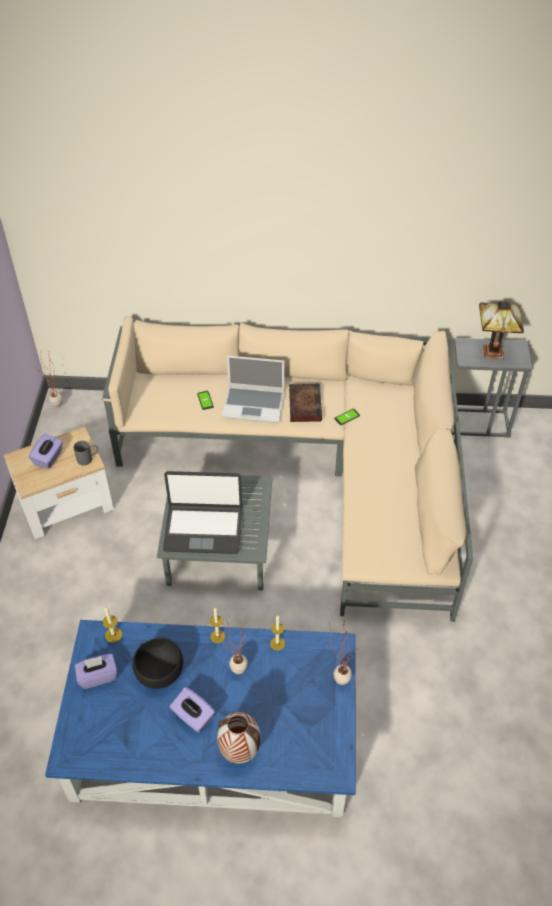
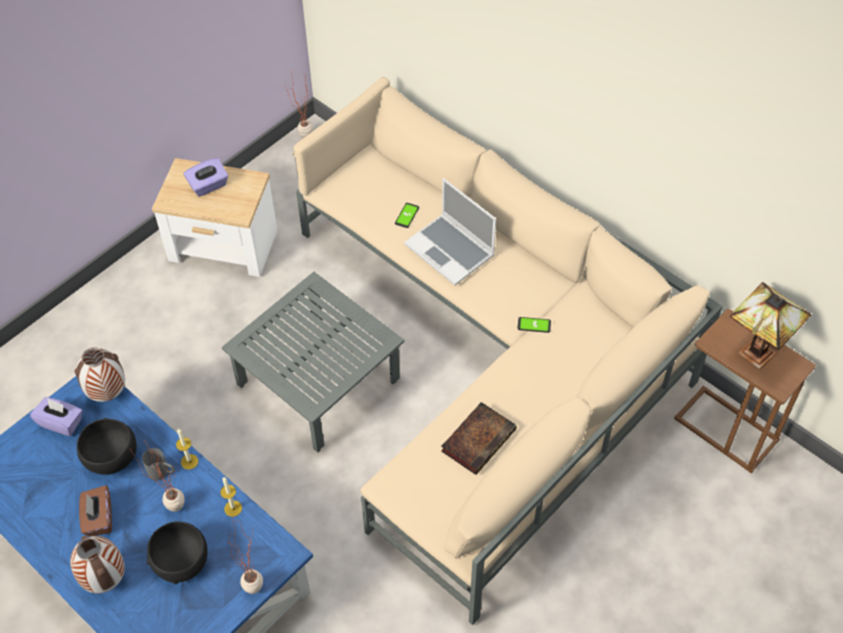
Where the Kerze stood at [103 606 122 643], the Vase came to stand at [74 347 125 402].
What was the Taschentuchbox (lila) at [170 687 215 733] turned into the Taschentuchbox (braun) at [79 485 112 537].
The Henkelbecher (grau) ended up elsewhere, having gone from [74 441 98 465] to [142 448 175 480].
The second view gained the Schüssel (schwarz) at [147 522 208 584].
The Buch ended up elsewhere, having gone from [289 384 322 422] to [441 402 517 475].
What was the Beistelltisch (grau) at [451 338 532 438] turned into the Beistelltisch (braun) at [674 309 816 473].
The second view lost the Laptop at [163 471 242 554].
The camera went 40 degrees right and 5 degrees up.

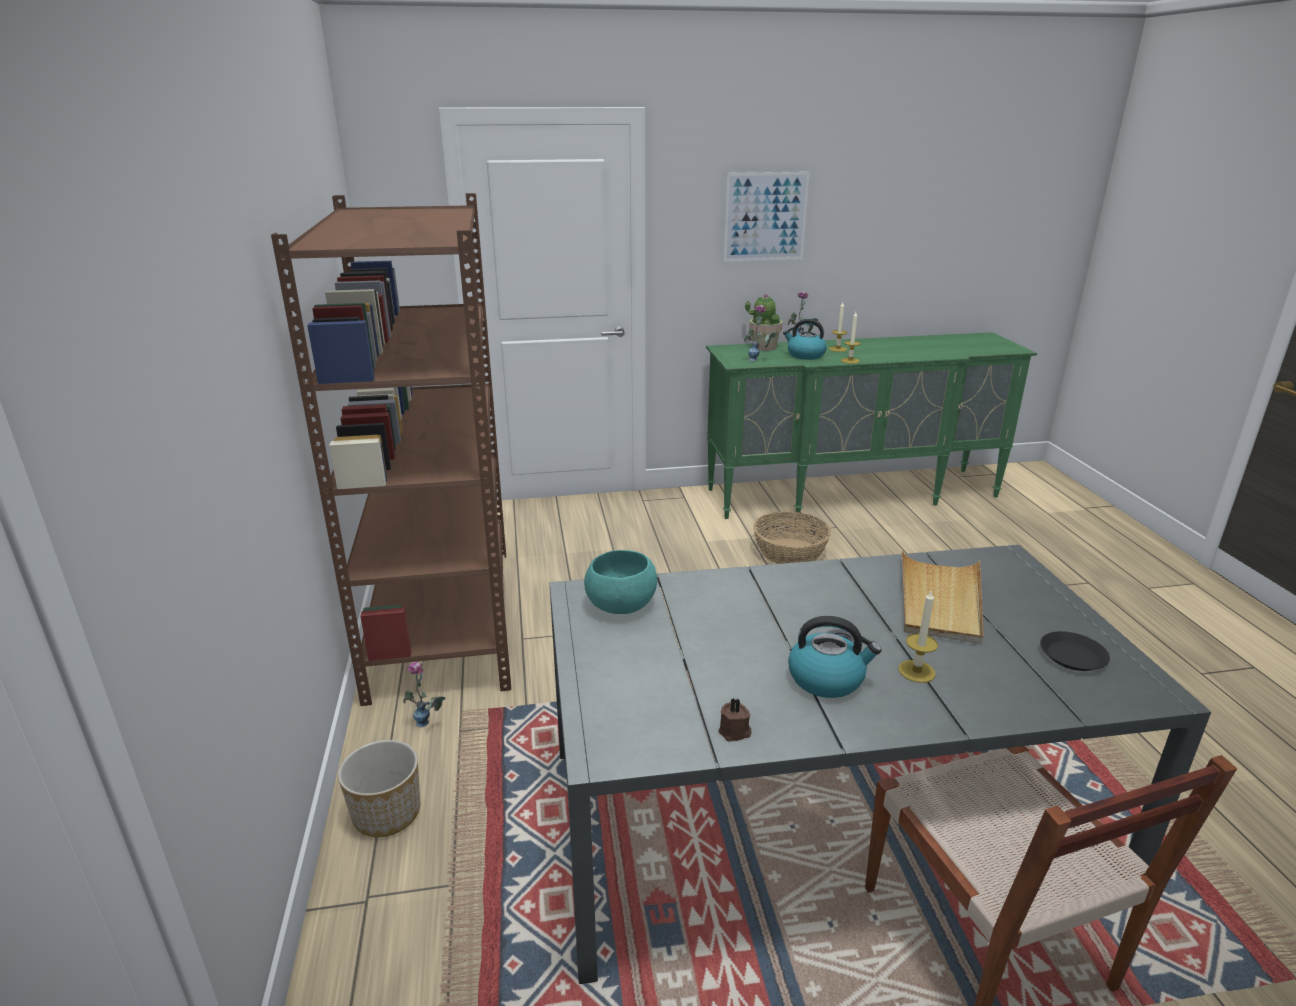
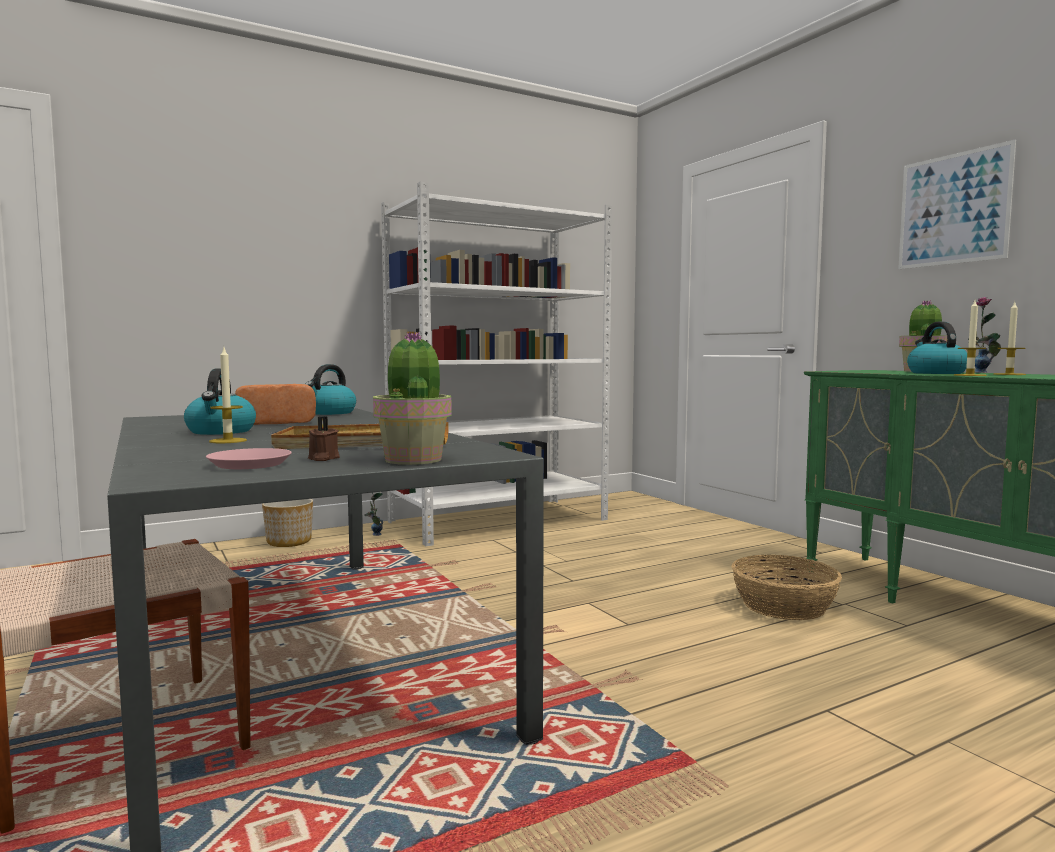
What was the Teller (schwarz) at [1040 631 1110 671] turned into the Teller (rosa) at [206 448 292 469].
The second view gained the Brot at [235 384 316 425].
Where the Schüssel (türkis) stood at [584 550 657 614], the Wasserkessel came to stand at [305 364 356 415].
The Kerze (braun) ended up elsewhere, having gone from [719 698 751 742] to [308 417 340 461].
The second view gained the Topfpflanze at [373 332 452 465].
What was the Bücherregal (braun) at [271 193 511 706] turned into the Bücherregal (weiß) at [381 181 612 546].
The second view lost the Vase at [744 305 777 361].
The camera went 70 degrees right and 20 degrees down.

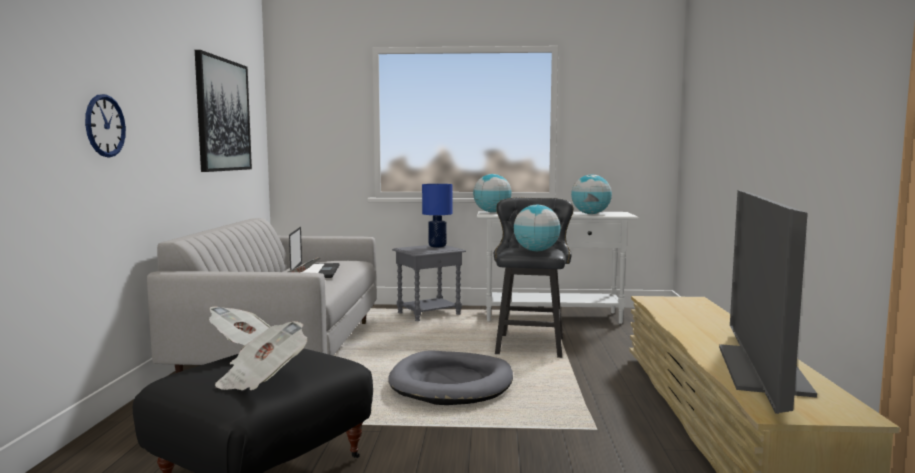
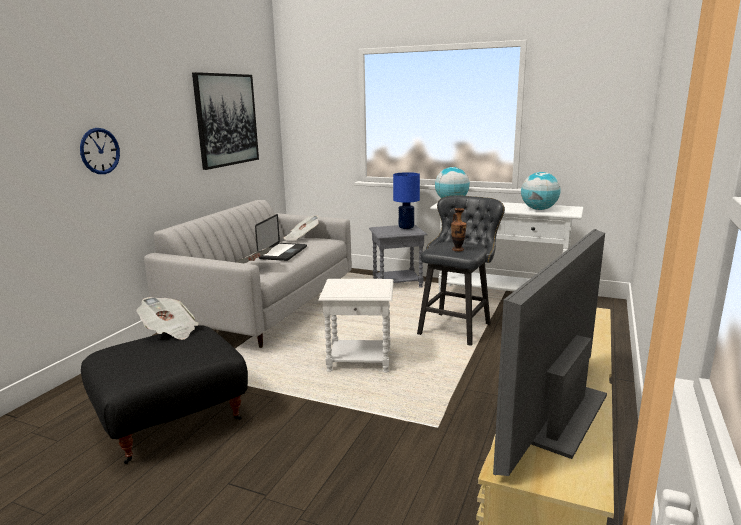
The Zeitung ended up elsewhere, having gone from [215 321 307 390] to [284 215 319 240].
Where the Hundebett (grau) stood at [388 350 513 405], the Beistelltisch (weiß) came to stand at [318 279 394 373].
Where the Globus stood at [514 205 561 251], the Vase came to stand at [451 208 467 251].
The camera went 20 degrees right and 10 degrees up.

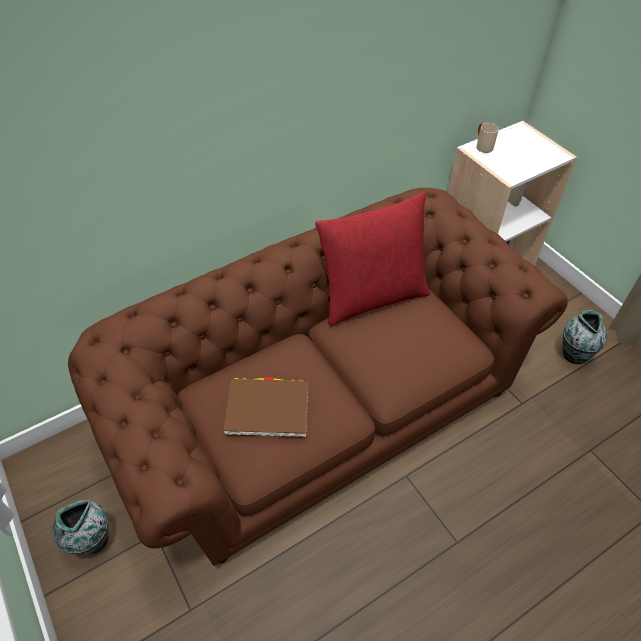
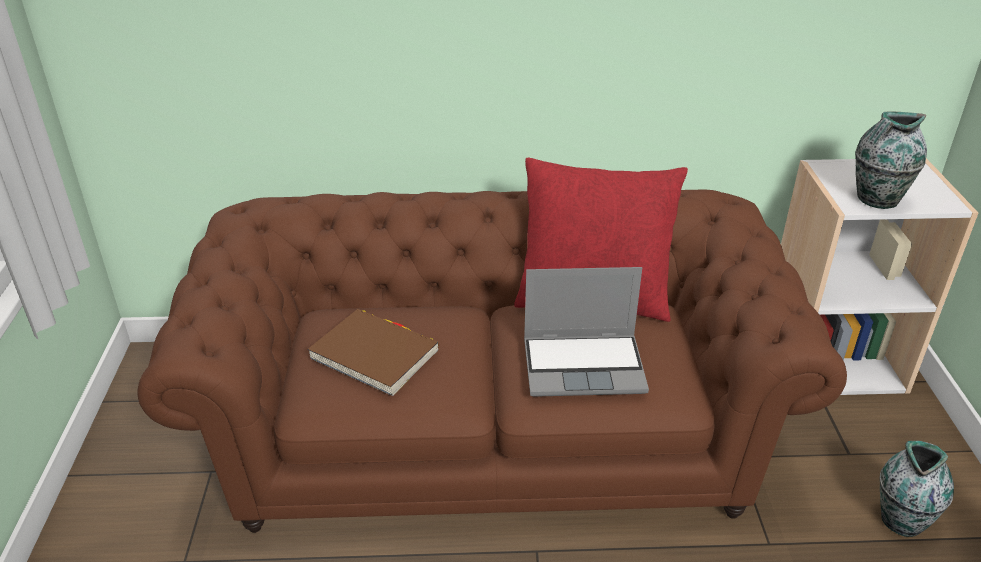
The second view gained the Laptop at [524 267 649 397].
The Vase ended up elsewhere, having gone from [53 500 108 555] to [856 112 927 209].
The second view lost the Henkelbecher (beige) at [477 123 499 153].
The camera went 30 degrees right and 15 degrees down.

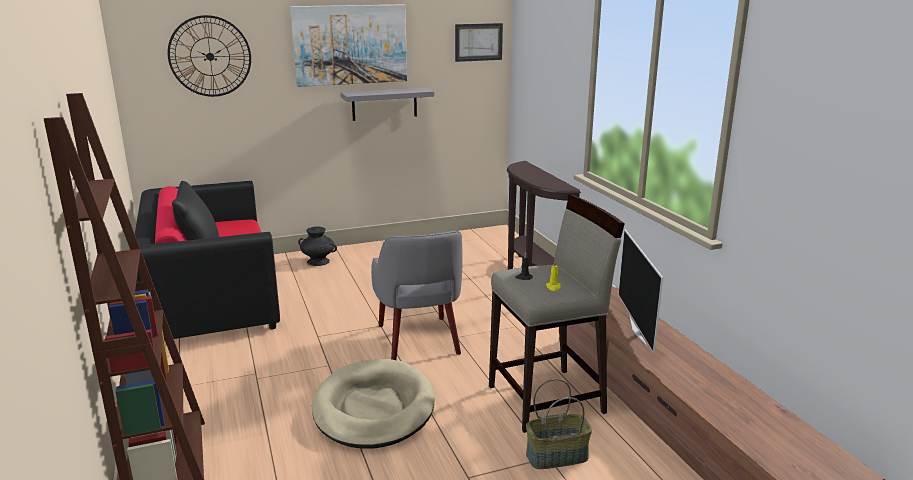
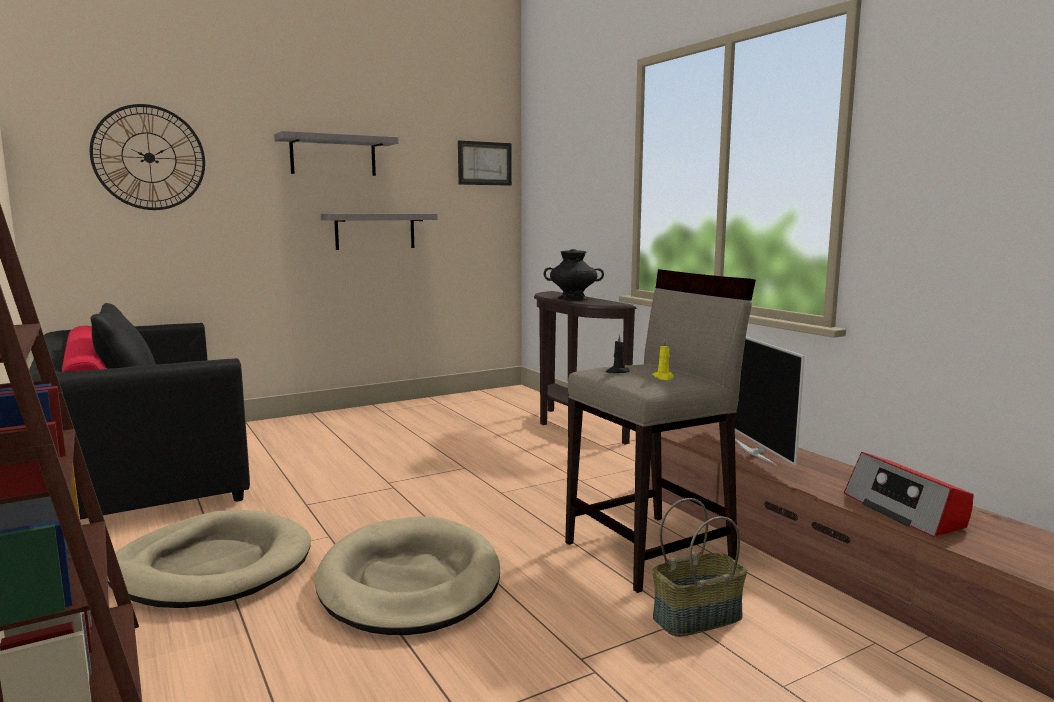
The second view gained the Hundebett (beige) at [108 510 311 608].
Where the Bild hung at [290 5 407 87], the Wandregal (grau) came to hang at [274 131 399 176].
The Vase (schwarz) ended up elsewhere, having gone from [298 226 337 266] to [544 249 604 300].
The second view gained the Radio at [844 452 974 537].
The second view lost the Sessel (grau) at [371 231 462 360].
The camera went 10 degrees left and 10 degrees down.

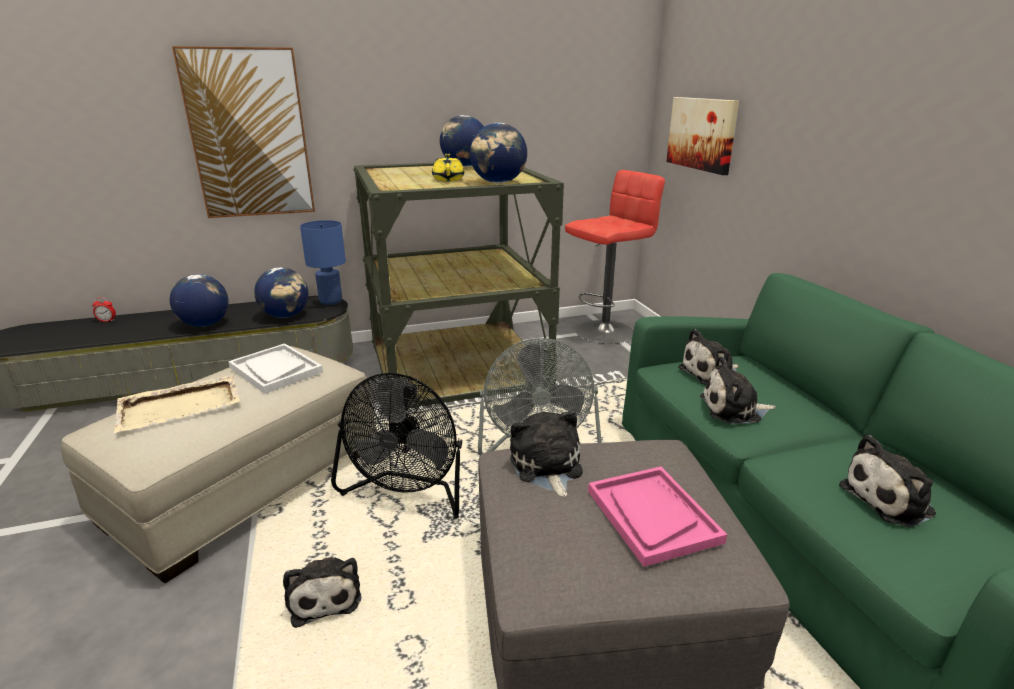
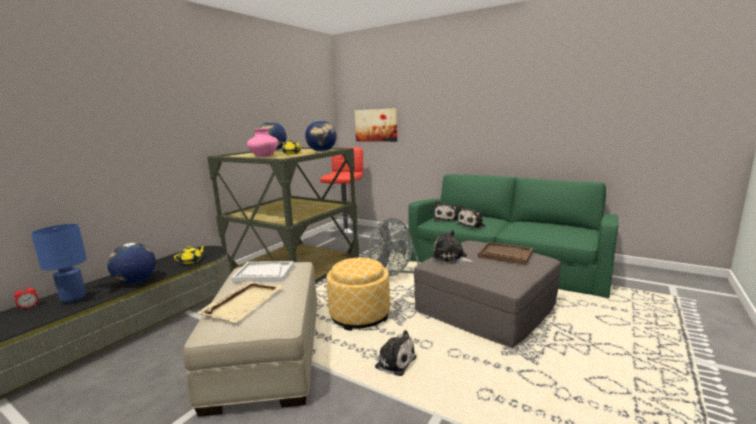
The Tischlampe (blau) ended up elsewhere, having gone from [300 220 346 305] to [31 224 87 303].
Where the Globus stood at [254 267 308 318], the Teekanne (gelb) came to stand at [174 244 206 264].
The second view gained the Vase (rosa) at [247 128 278 157].
Where the Ventilator (schwarz) stood at [331 373 462 519], the Polsterhocker came to stand at [326 258 390 331].
What was the Tablett (rosa) at [588 467 727 567] turned into the Tablett (braun) at [478 242 533 265].
The second view lost the Bild at [172 46 315 218].
The second view lost the Plüschtier at [839 435 936 527].
The camera went 40 degrees left and 10 degrees down.

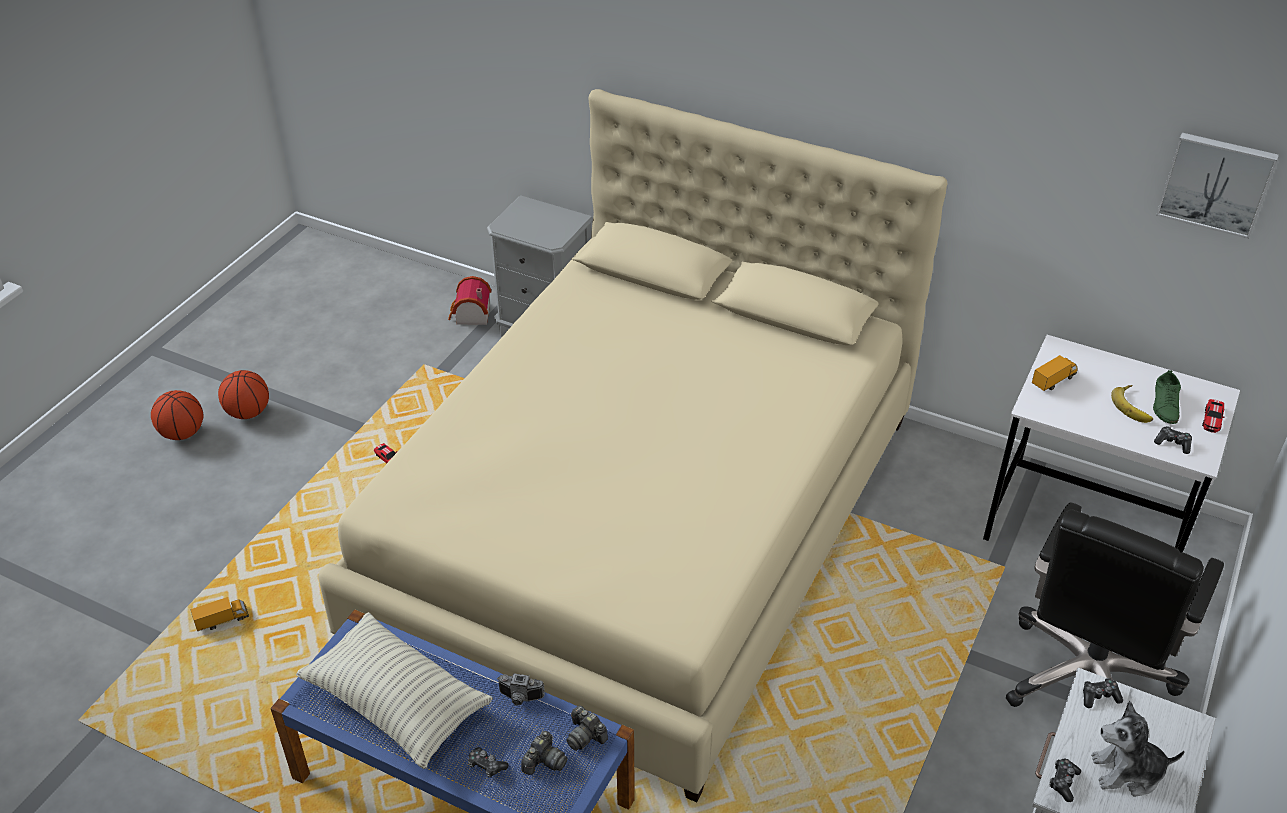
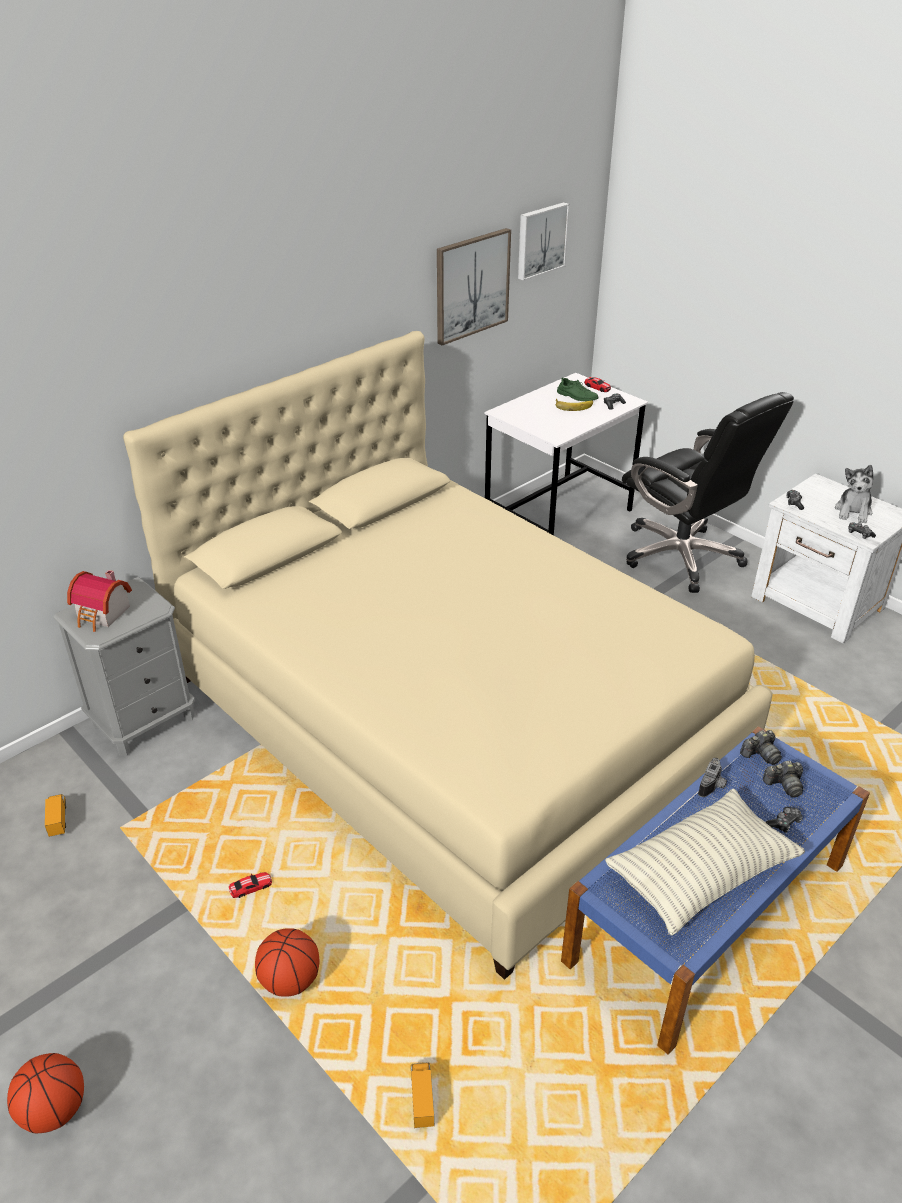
The Spielzeuglaster ended up elsewhere, having gone from [1032 355 1078 391] to [45 794 66 837].
The Spielzeughaus ended up elsewhere, having gone from [448 276 491 325] to [67 570 132 632].
The Basketball ended up elsewhere, having gone from [218 370 269 419] to [255 928 319 997].
The second view gained the Bild at [437 228 511 345].
The Kamera at [521 731 567 775] ended up facing another way, 120 degrees clockwise from before.
The camera went 70 degrees left and 5 degrees down.

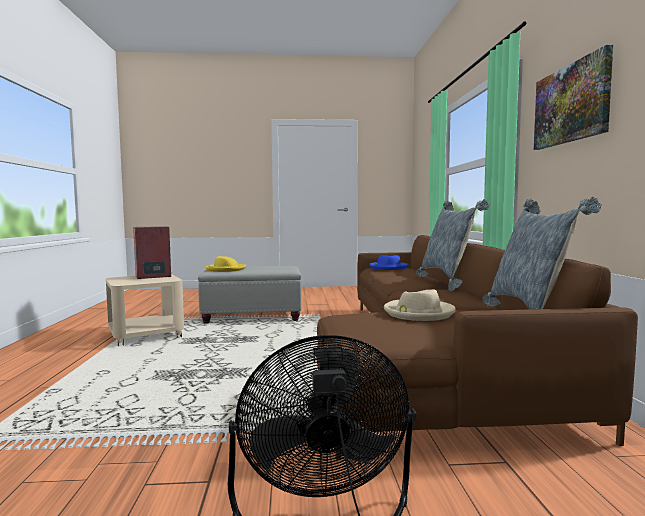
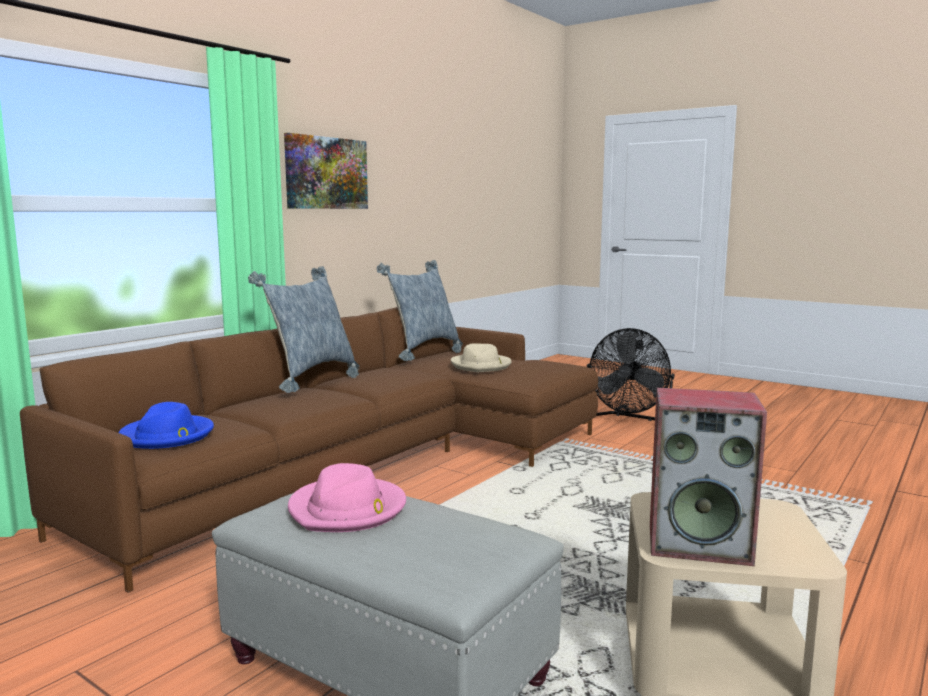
The second view gained the Hut (rosa) at [288 463 406 532].
The second view lost the Hut (gelb) at [206 256 246 272].
The camera went 140 degrees left and 5 degrees up.

